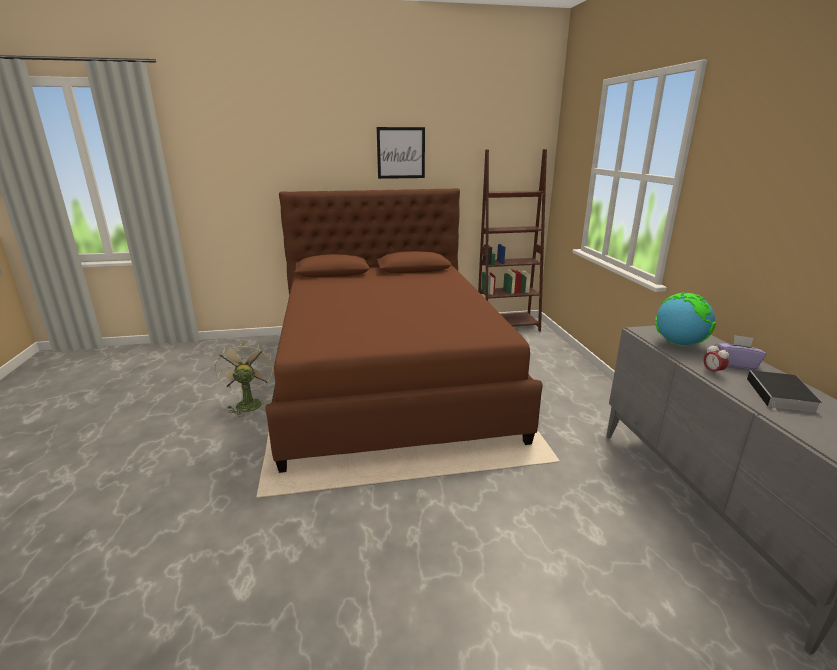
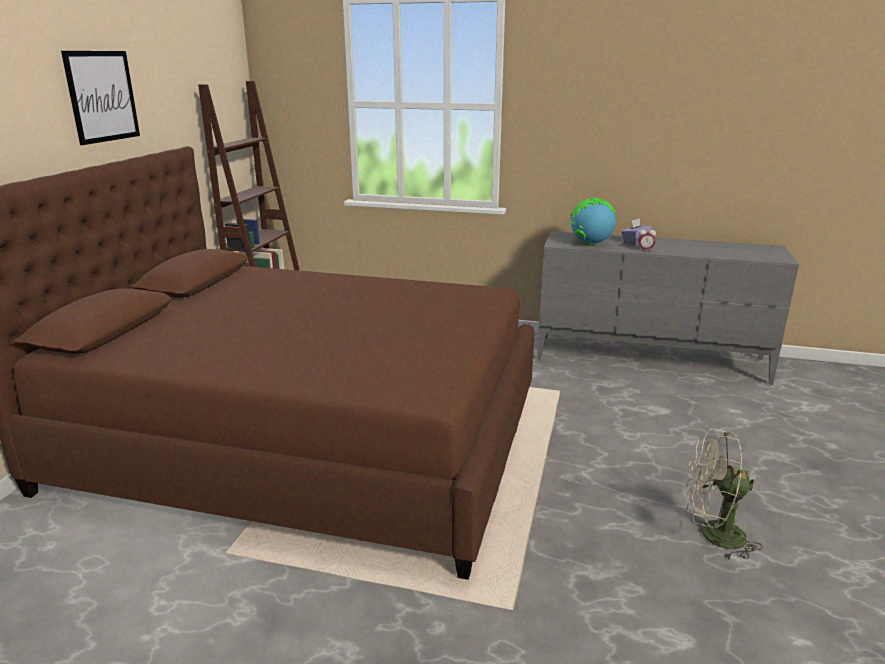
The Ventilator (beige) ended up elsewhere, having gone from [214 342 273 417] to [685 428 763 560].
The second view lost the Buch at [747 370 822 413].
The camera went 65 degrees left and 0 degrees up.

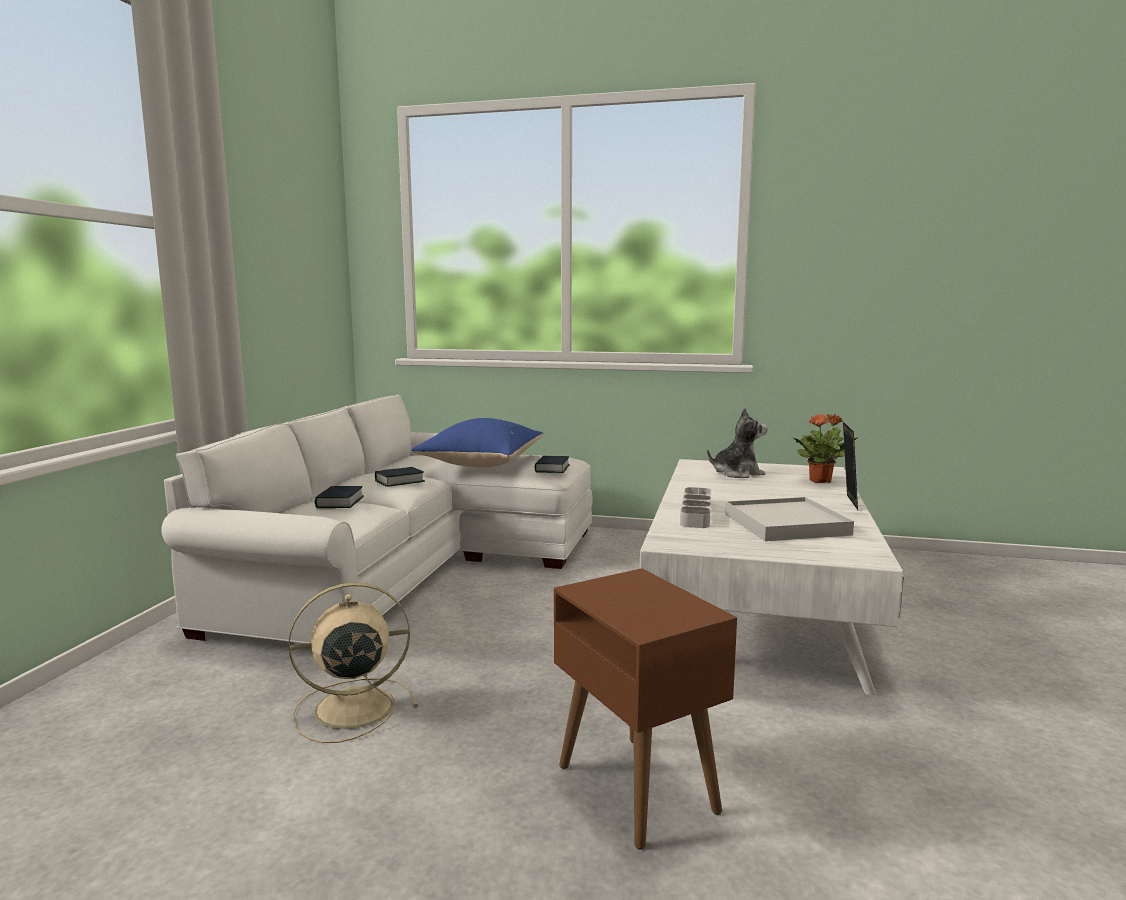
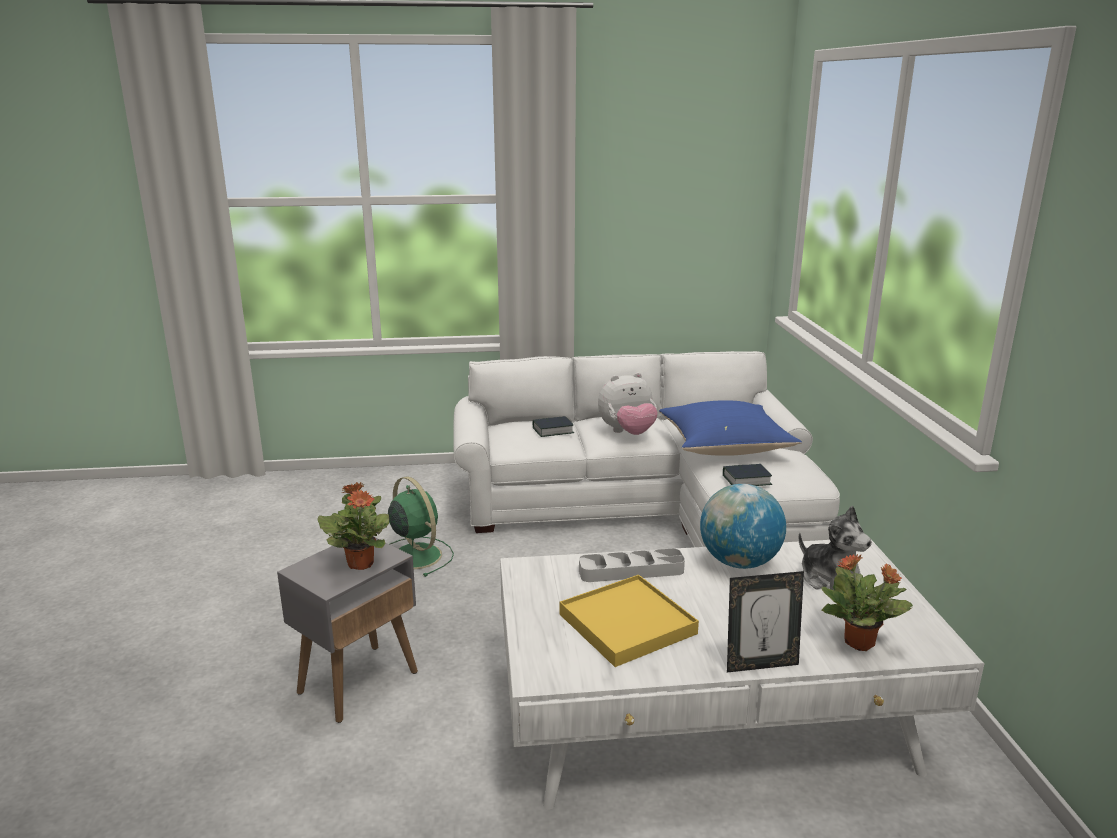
What was the Beistelltisch (braun) at [554 568 737 850] turned into the Beistelltisch (grau) at [277 537 418 723].
The second view gained the Topfpflanze at [317 482 389 570].
What was the Ventilator (beige) at [288 582 418 743] turned into the Ventilator (grün) at [388 477 454 577].
What was the Tablett (weiß) at [725 497 854 541] turned into the Tablett (gelb) at [560 575 699 667].
Where the Buch stood at [375 467 425 487], the Plüschtier came to stand at [598 372 658 435].
The second view gained the Globus at [700 484 786 569].
The camera went 70 degrees right and 10 degrees up.

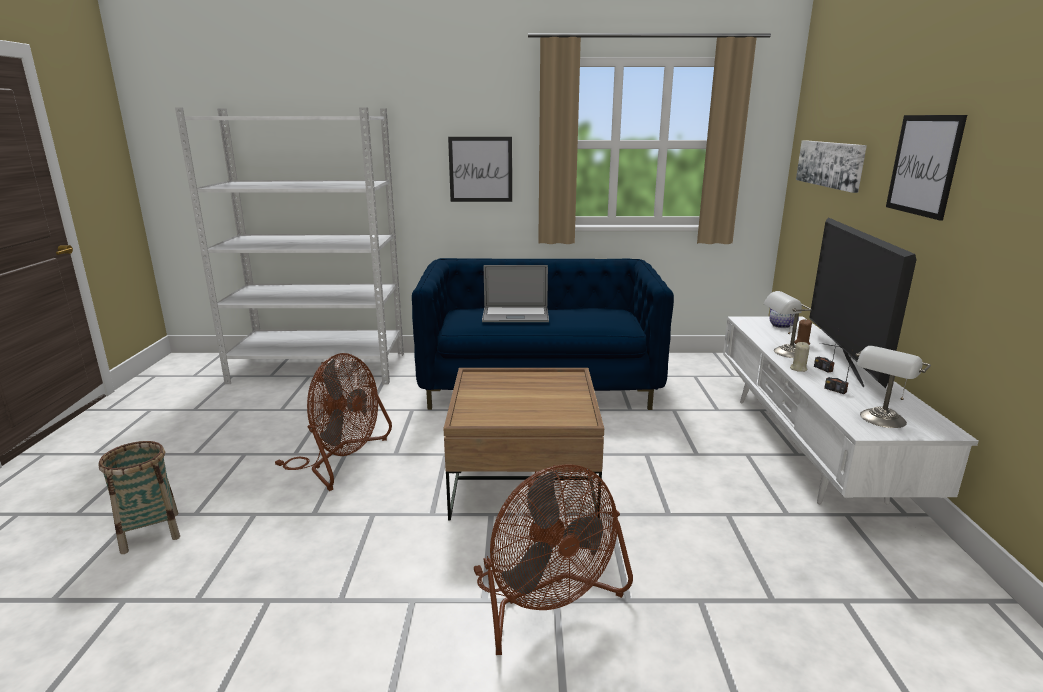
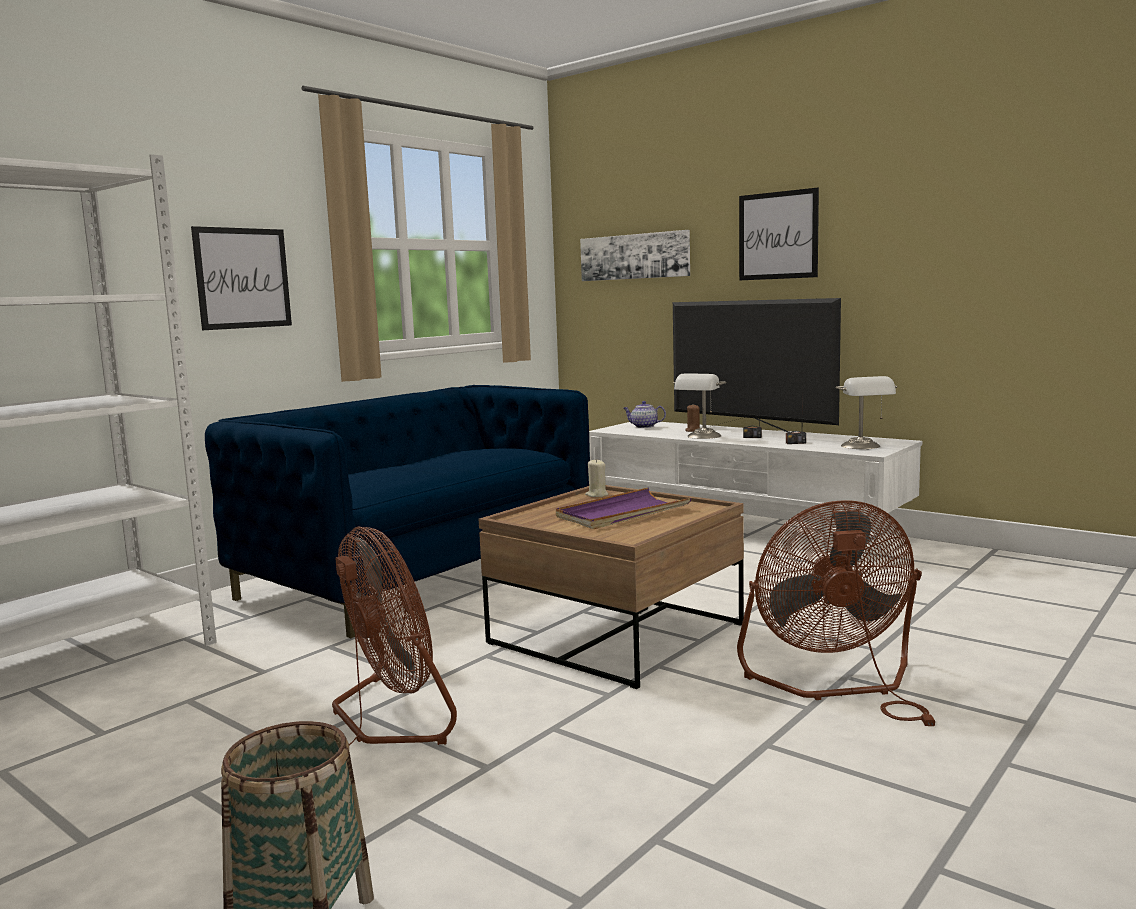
The second view gained the Tablett (lila) at [556 487 692 529].
The Kerze (beige) ended up elsewhere, having gone from [790 342 810 372] to [585 459 608 497].
The Ventilator (braun) at [474 464 633 655] ended up facing another way, 105 degrees counterclockwise from before.
The second view lost the Laptop at [482 265 549 322].
The camera went 50 degrees left and 10 degrees down.

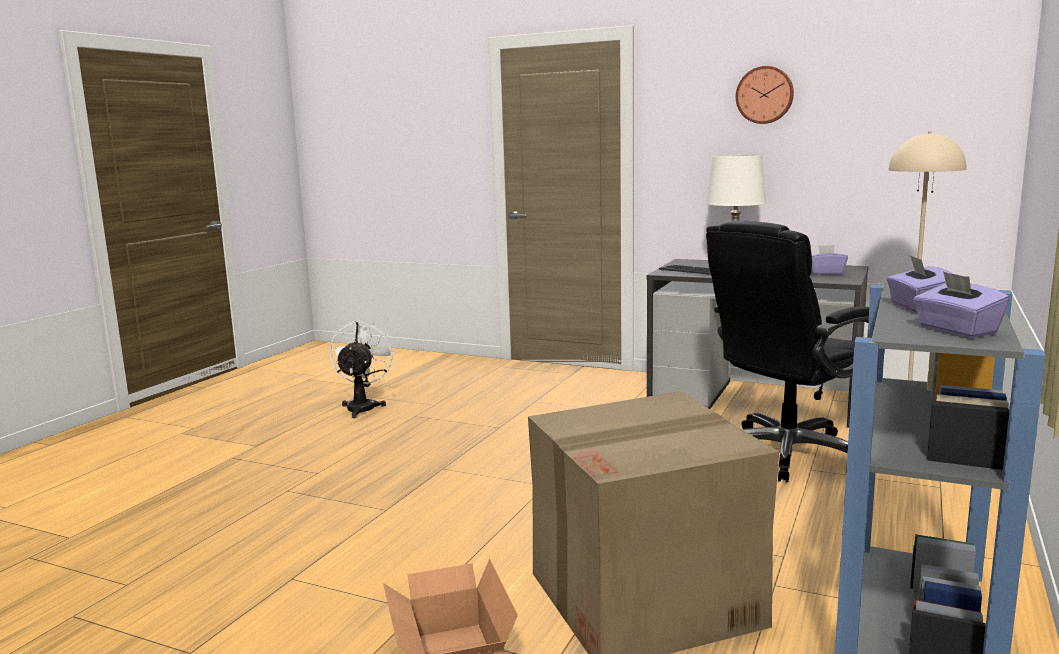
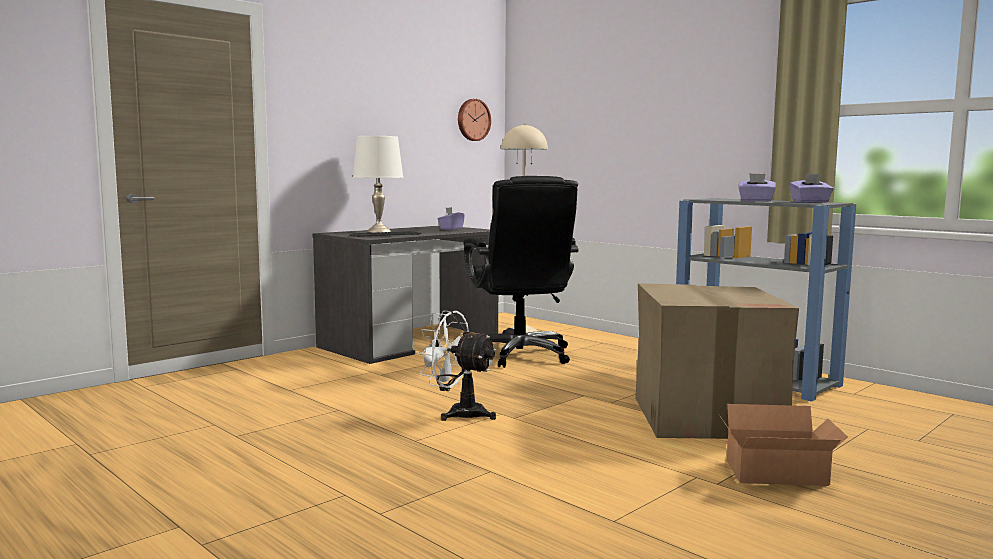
The Ventilator (weiß) ended up elsewhere, having gone from [330 321 395 418] to [417 311 497 421].
The Wanduhr ended up elsewhere, having gone from [736 66 794 124] to [458 99 491 141].
The camera went 70 degrees left and 5 degrees down.

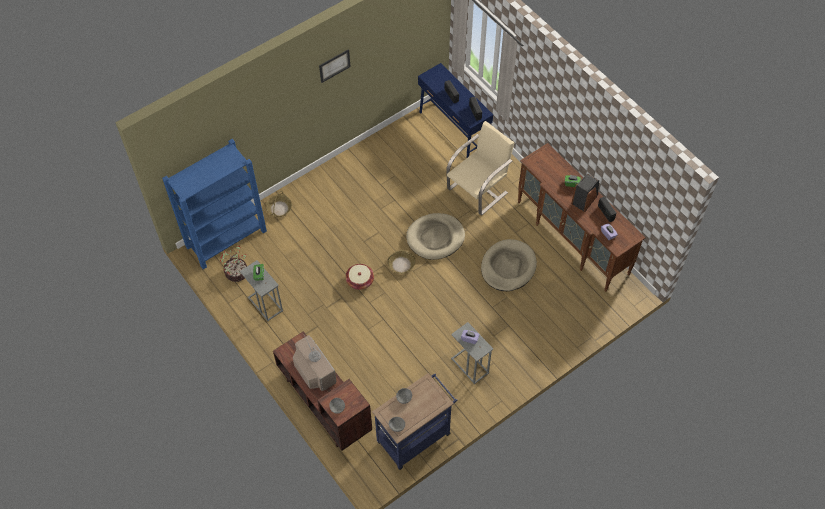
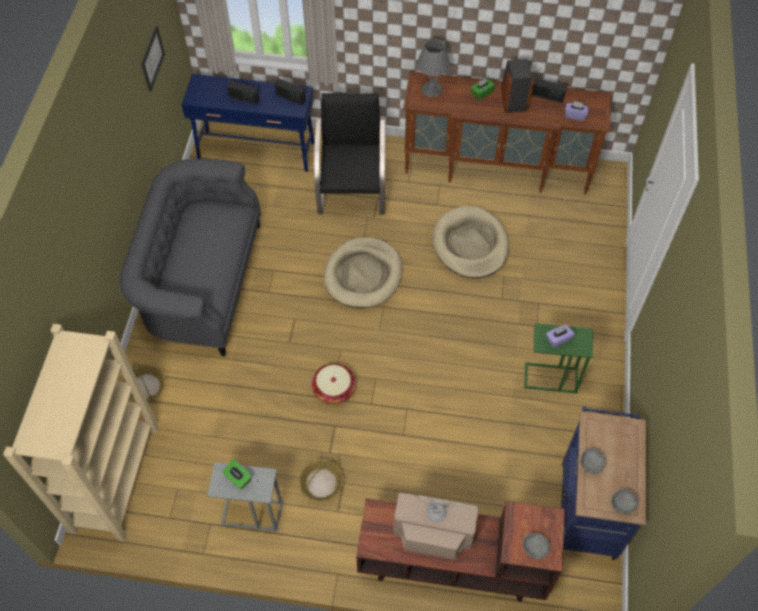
What was the Bücherregal (blau) at [162 139 267 270] turned into the Bücherregal (beige) at [3 324 159 542].
The second view gained the Sofa (grau) at [120 159 261 356].
The Bild ended up elsewhere, having gone from [319 49 351 83] to [141 26 165 92].
The Korb ended up elsewhere, having gone from [388 250 415 274] to [299 459 344 502].
What was the Sessel (beige) at [446 121 515 215] turned into the Sessel (schwarz) at [314 93 385 215].
The second view gained the Tischlampe (grau) at [417 39 450 97].
What was the Beistelltisch (grau) at [451 322 493 384] turned into the Beistelltisch (grün) at [524 323 593 394].
The second view lost the Topfpflanze at [220 246 247 282].
The camera went 45 degrees left and 0 degrees up.

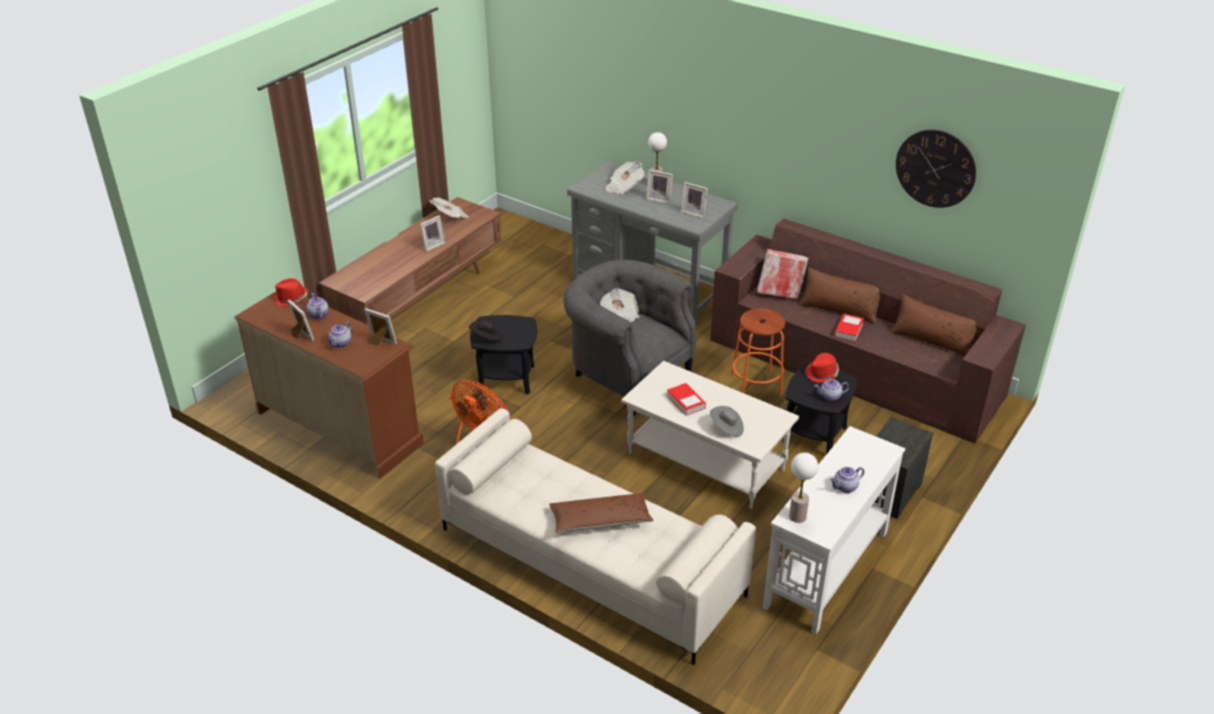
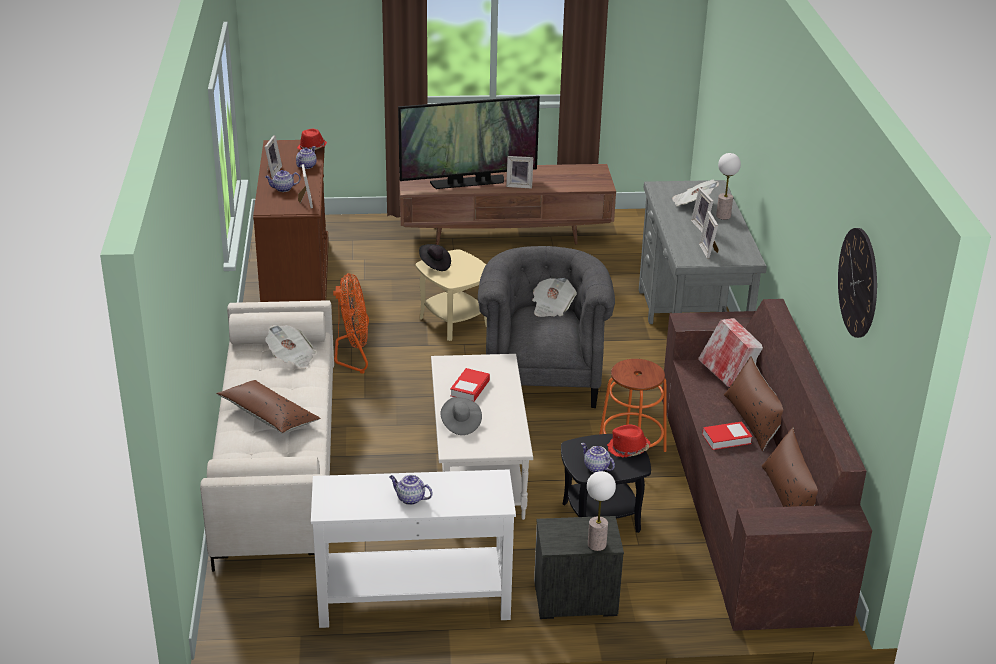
The Zeitung ended up elsewhere, having gone from [429 198 469 218] to [265 325 316 369].
The second view gained the Fernseher at [398 96 540 189].
What was the Beistelltisch (schwarz) at [470 315 537 394] turned into the Beistelltisch (beige) at [416 249 487 341].
The Tischlampe ended up elsewhere, having gone from [789 452 818 523] to [587 471 616 551].
The camera went 50 degrees right and 5 degrees down.

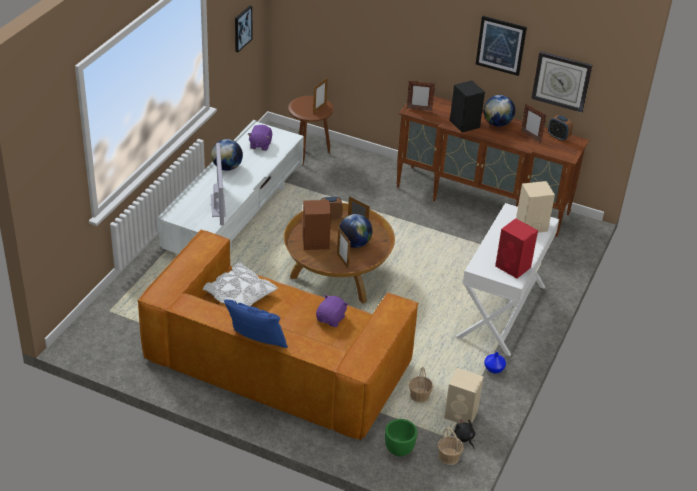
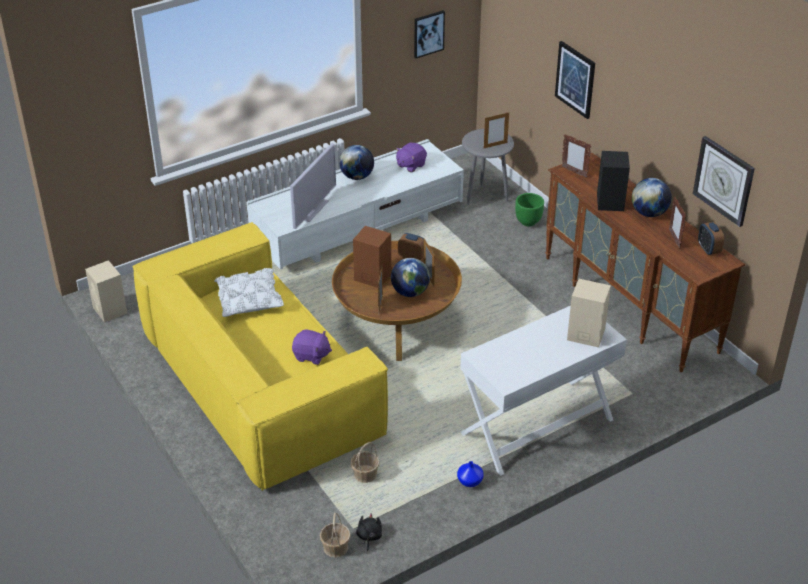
The Lautsprecher (beige) ended up elsewhere, having gone from [444 368 484 424] to [85 260 127 323].
What was the Sofa (braun) at [137 230 419 440] turned into the Sofa (gelb) at [132 222 388 490].
The Plüschtier (lila) at [316 295 348 327] ended up facing another way, 45 degrees clockwise from before.
What was the Beistelltisch (braun) at [288 96 333 165] turned into the Beistelltisch (grau) at [462 129 514 205].
The Pflanzkübel (grün) ended up elsewhere, having gone from [385 419 417 456] to [515 193 544 226].
The Bild ended up elsewhere, having gone from [476 16 527 76] to [555 41 595 119].
The second view lost the Kissen (blau) at [224 299 288 348].
The second view lost the Lautsprecher (rot) at [495 218 538 279].
The camera went 35 degrees right and 0 degrees up.

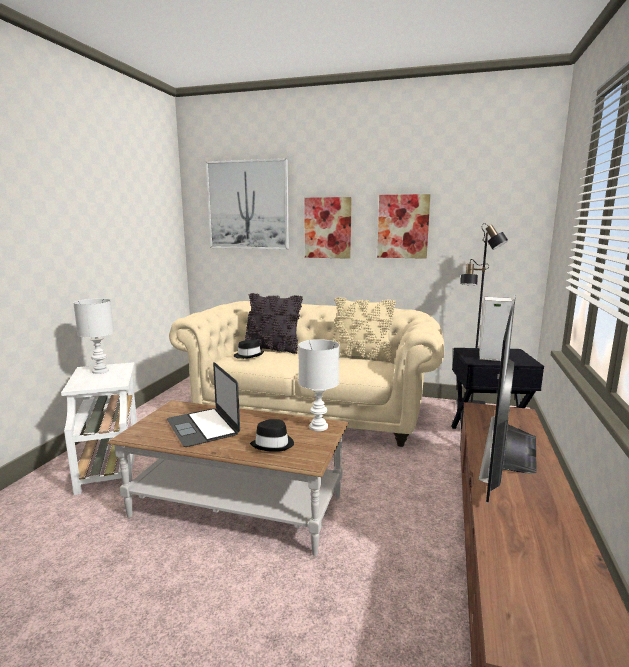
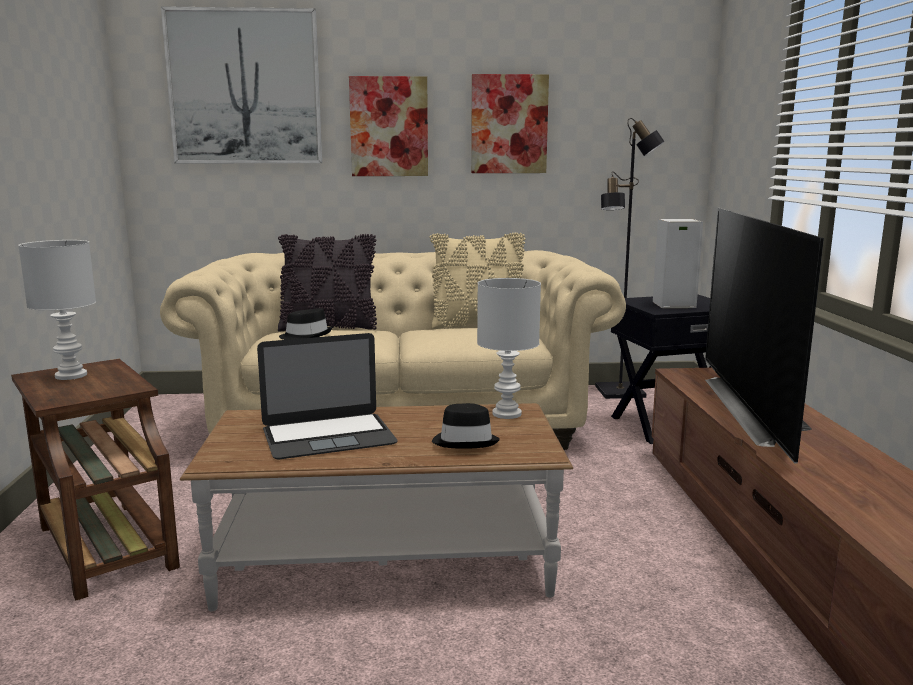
What was the Beistelltisch (weiß) at [61 362 137 495] turned into the Beistelltisch (braun) at [11 359 180 600].
The Laptop at [167 362 240 447] ended up facing another way, 60 degrees counterclockwise from before.
The camera went 20 degrees left and 0 degrees up.

